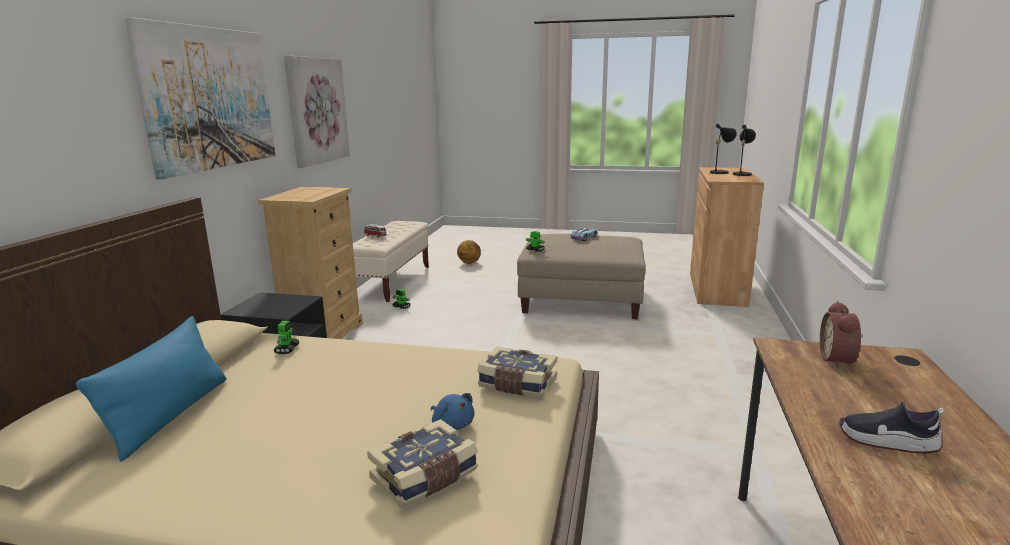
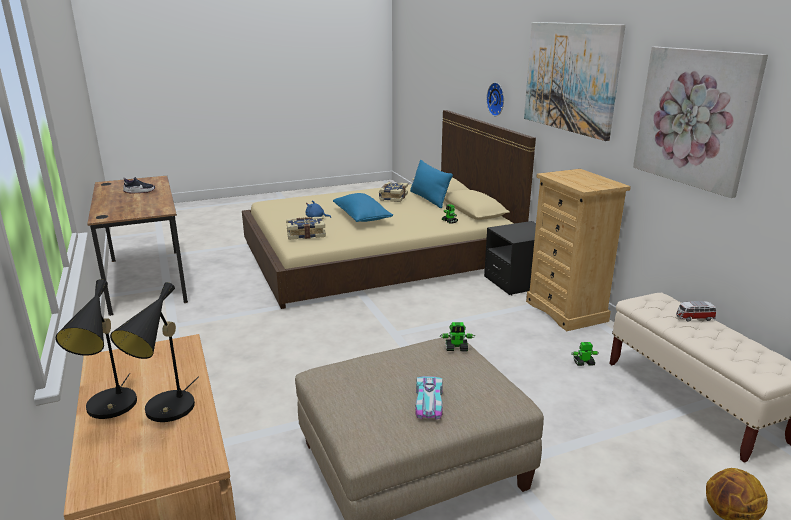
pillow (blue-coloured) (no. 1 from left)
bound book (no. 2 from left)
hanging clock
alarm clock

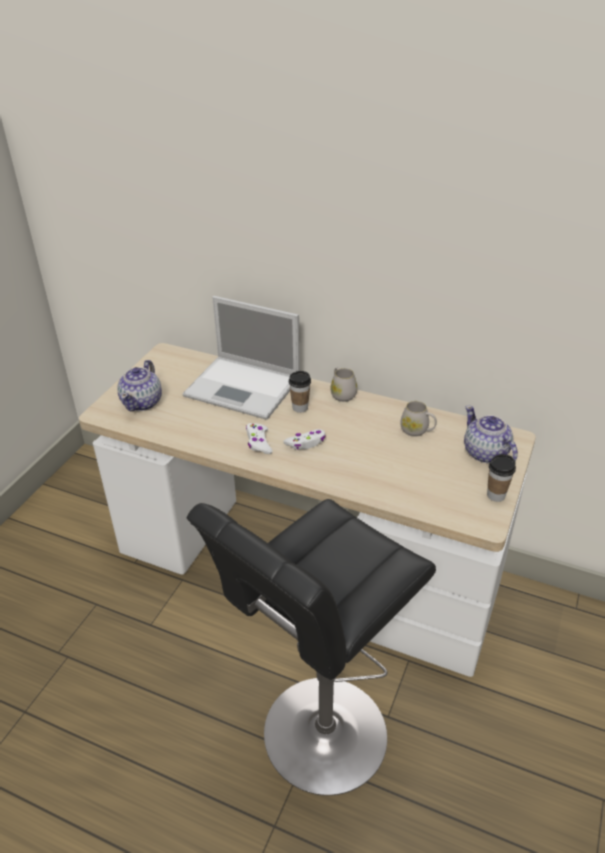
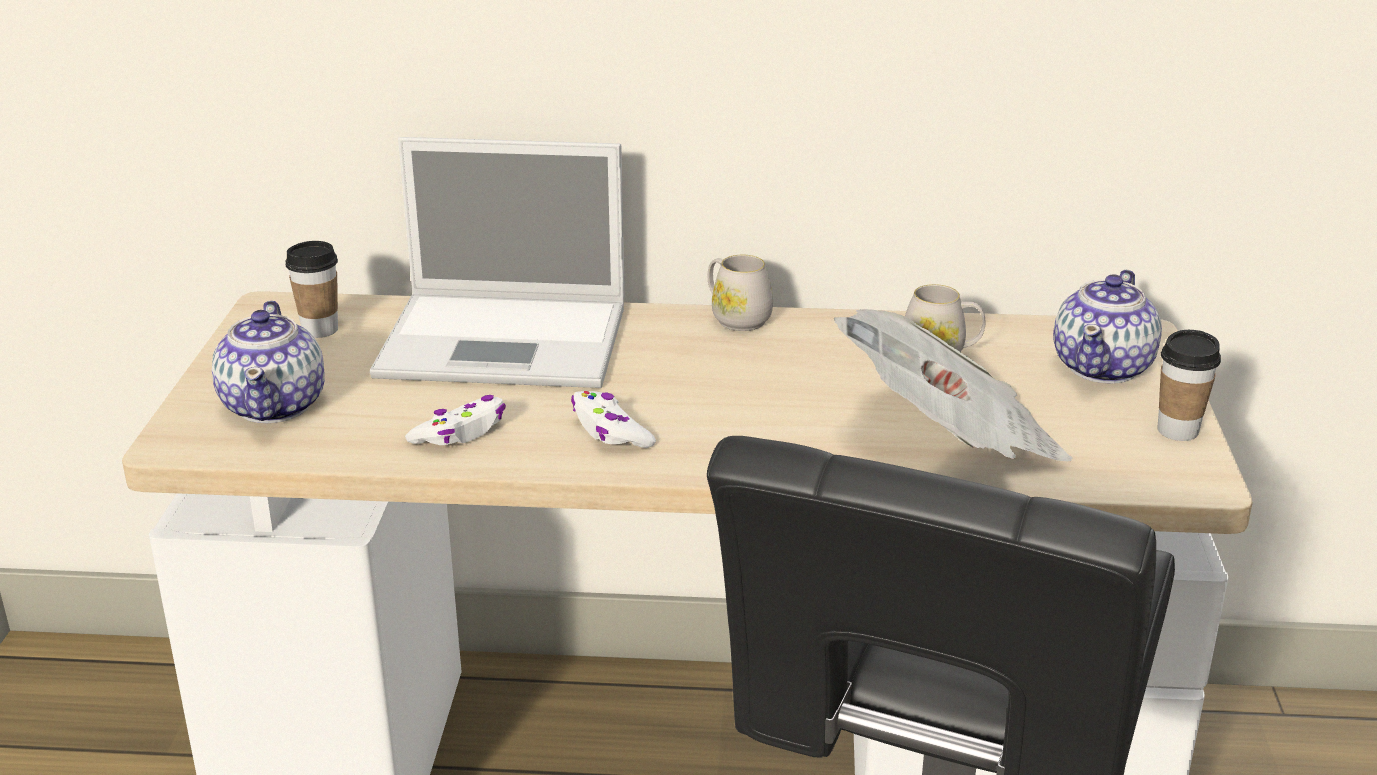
cup (no. 1 from left)
game controller (white) (no. 1 from left)
printed paper
tea pot (no. 2 from left)

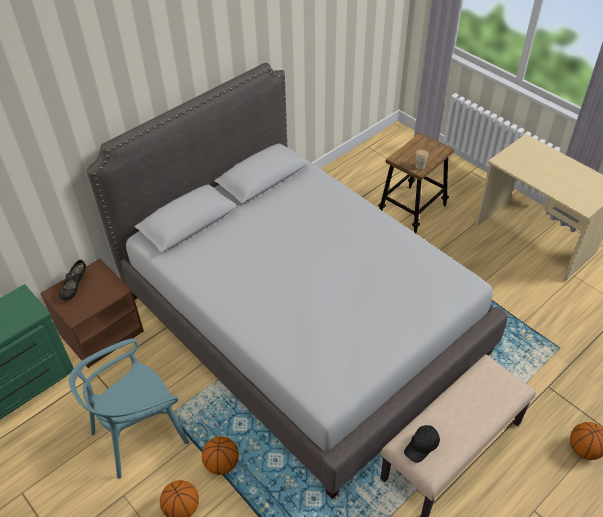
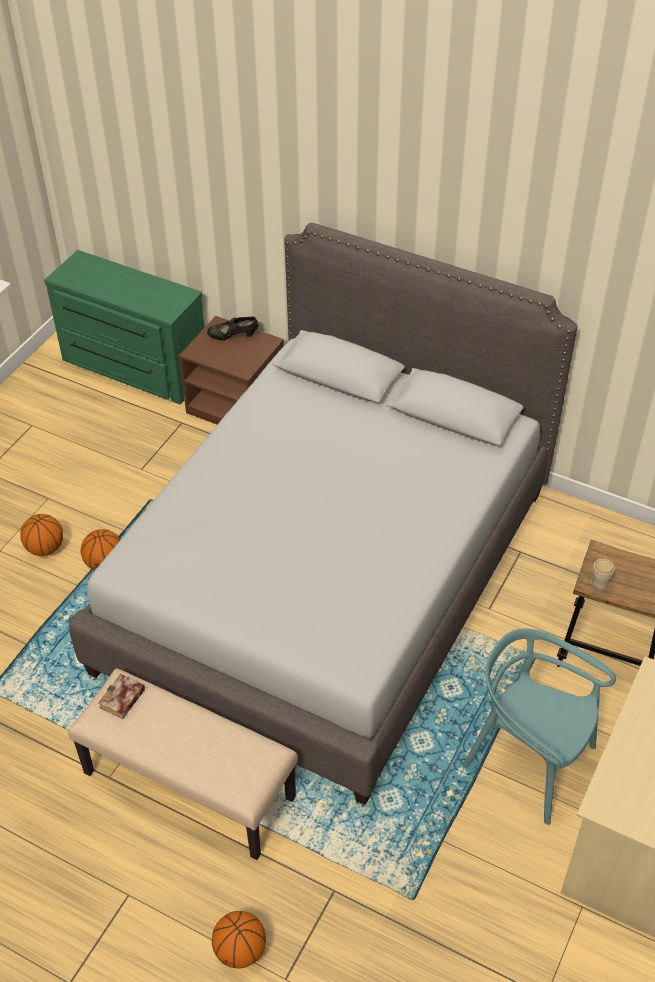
bound book
plain chair (turquoise)

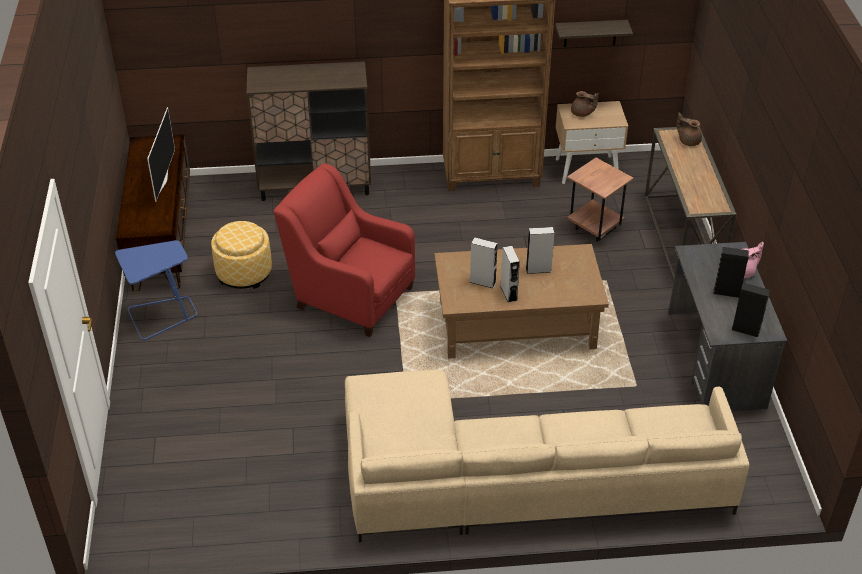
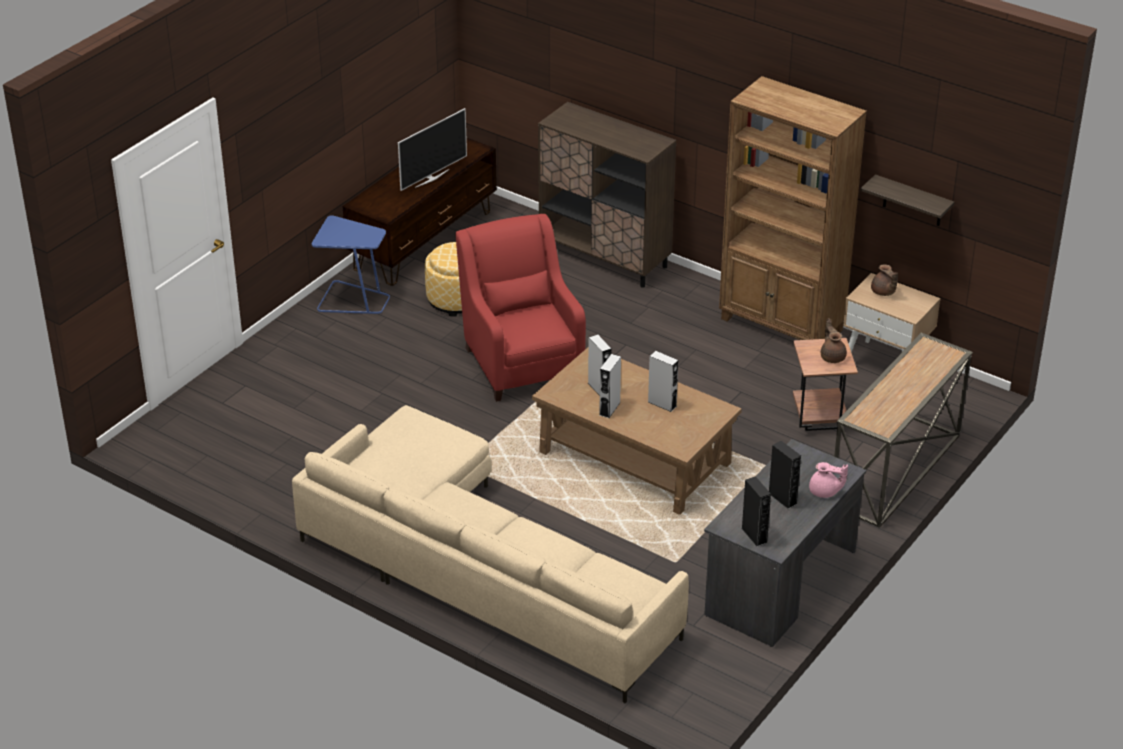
tea pot (brown-coloured) (no. 1 from left)

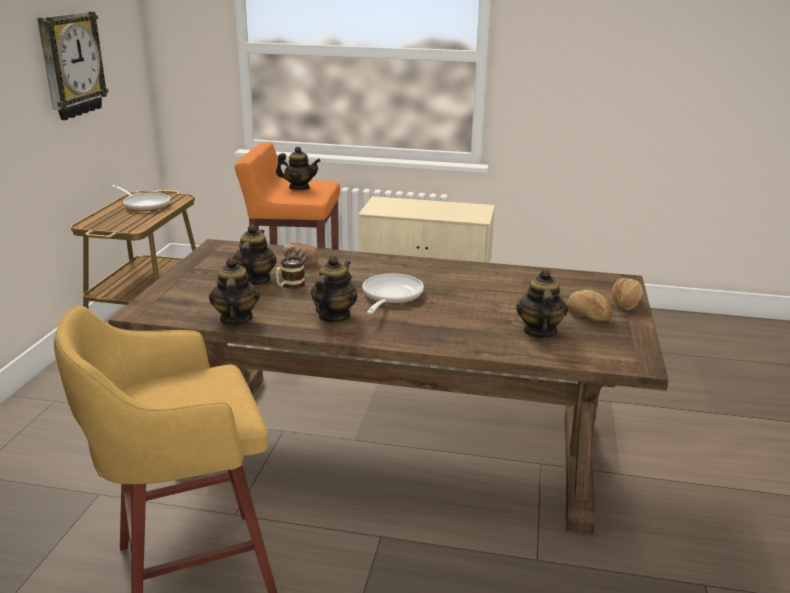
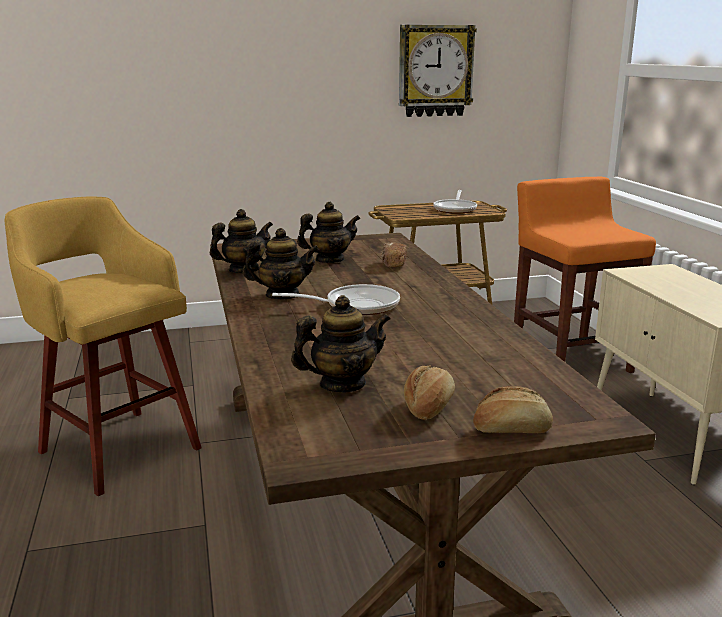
tea mug
tea pot (no. 3 from left in the first image)

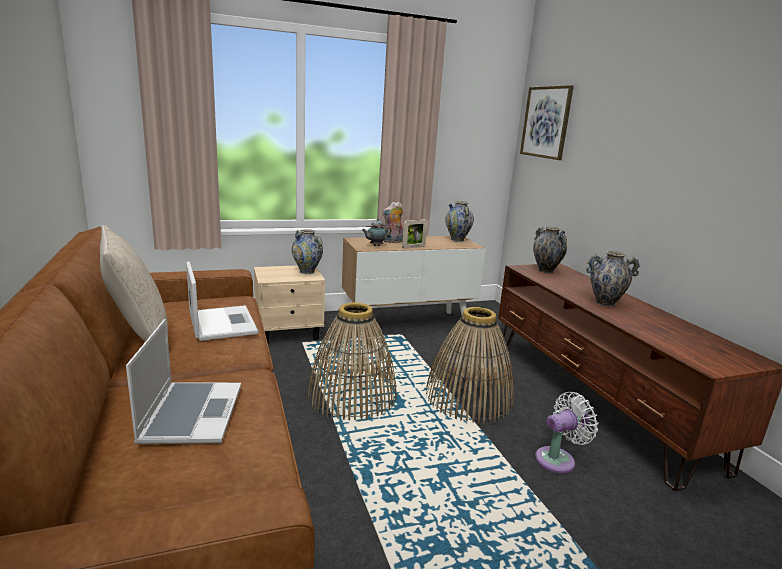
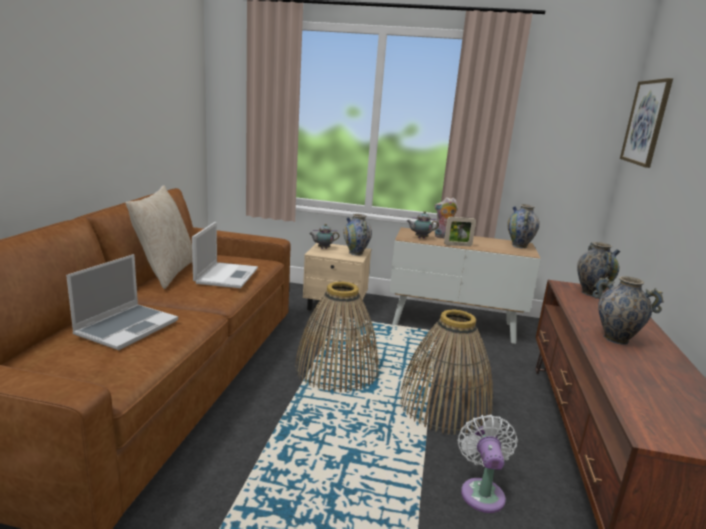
tea pot (no. 1 from left)
electric fan (white)

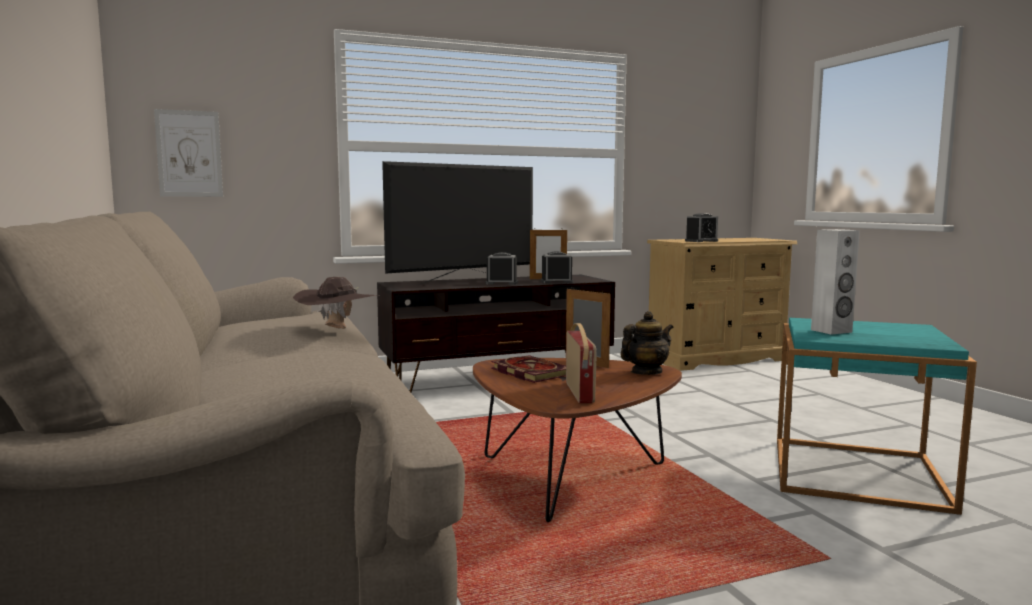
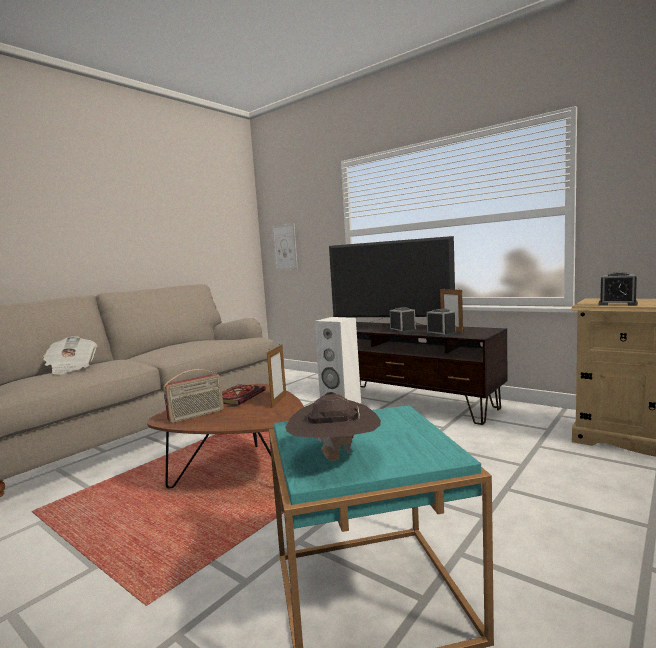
printed paper
hat (brown-coloured)
tea pot

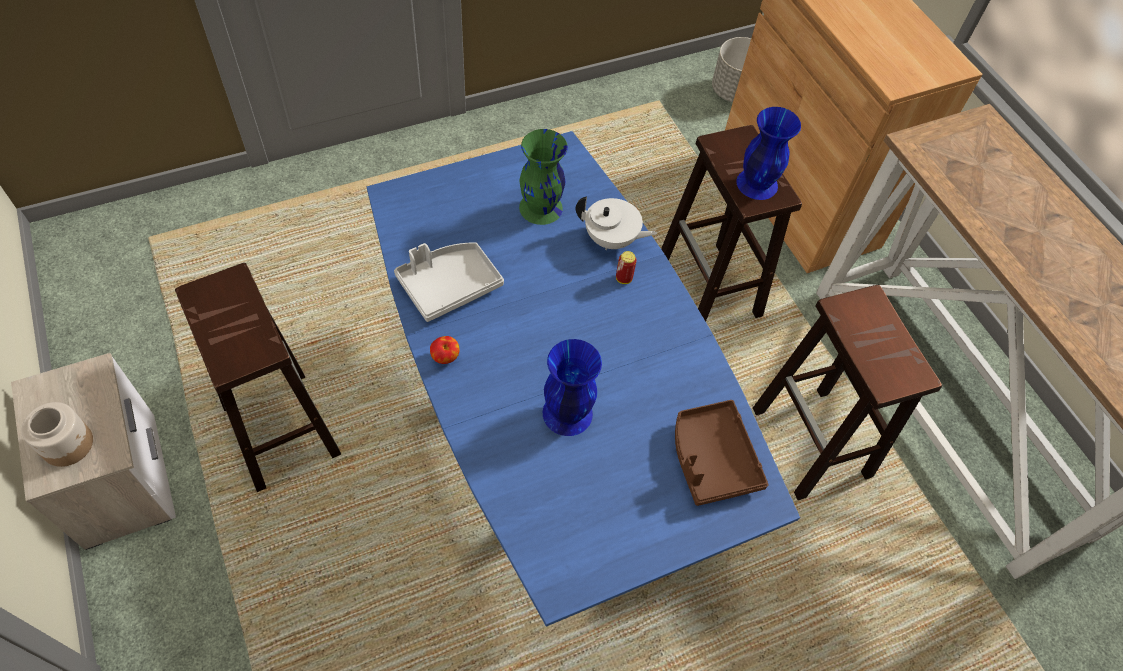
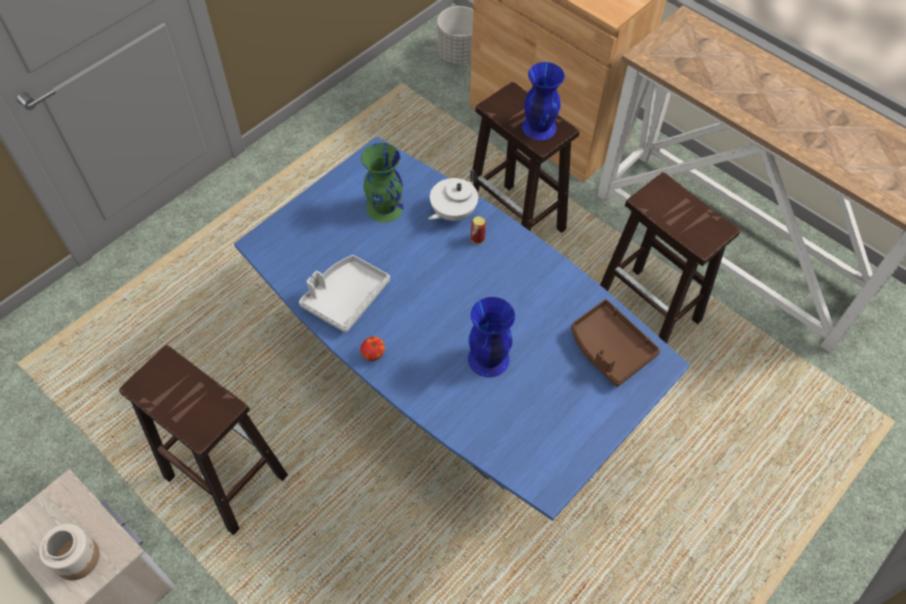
tea pot (white)

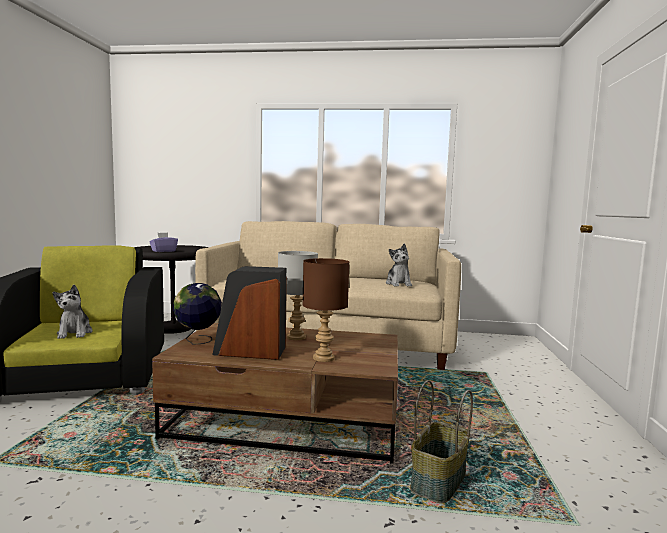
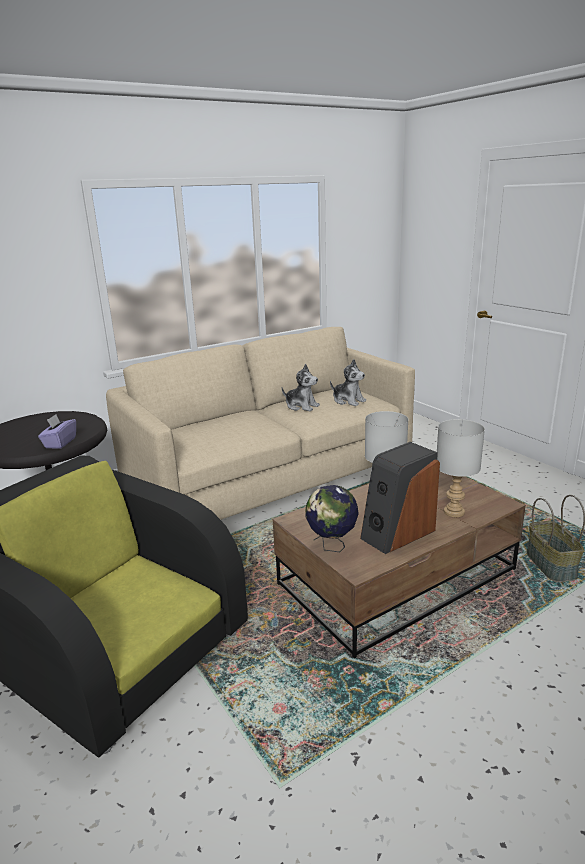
soft toy (no. 1 from left)
lamp for a table (grey) (no. 2 from left)

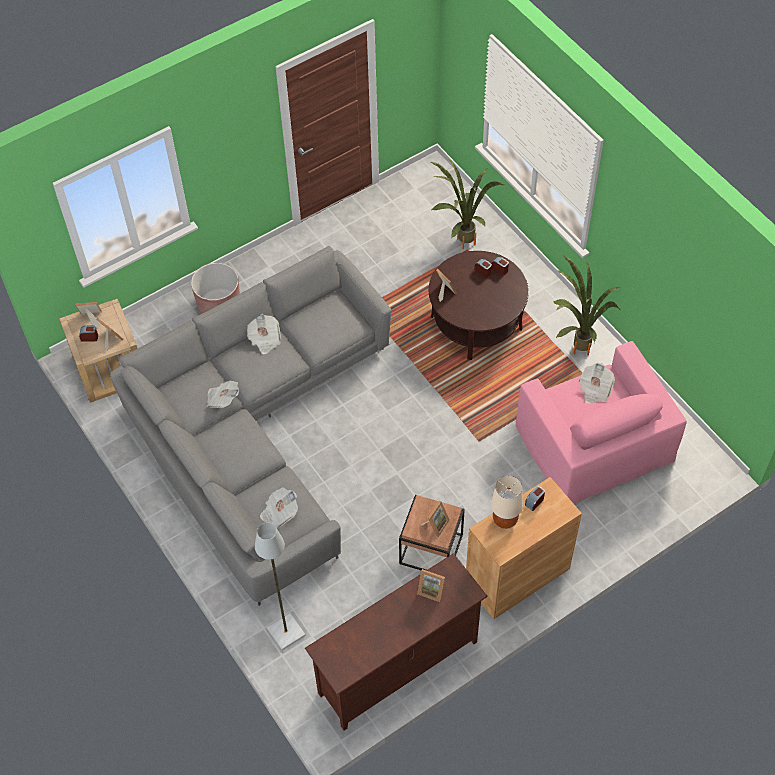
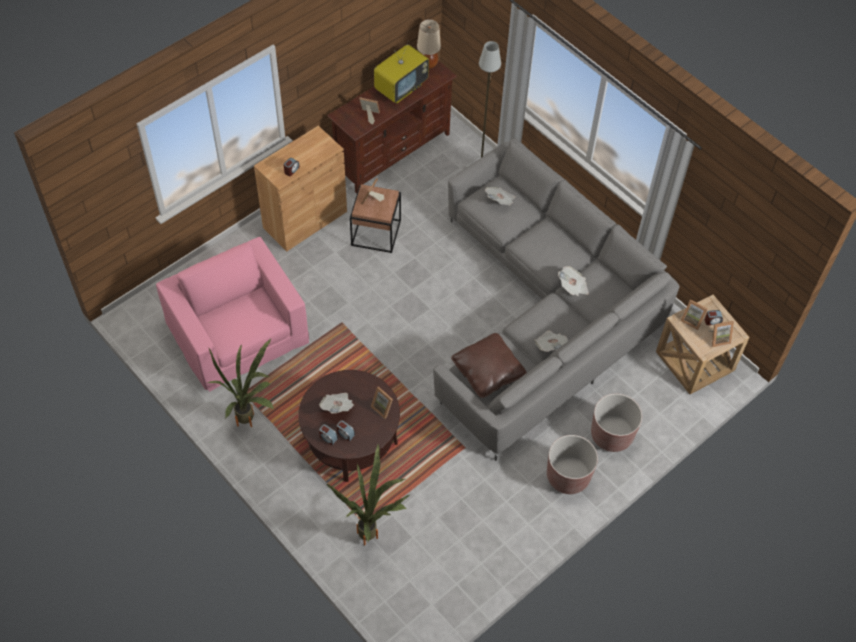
printed paper (no. 1 from left)
TV
lamp for a table (beige-coloured)
pillow (brown-coloured)
plant pot (brown-coloured) (no. 1 from left)

